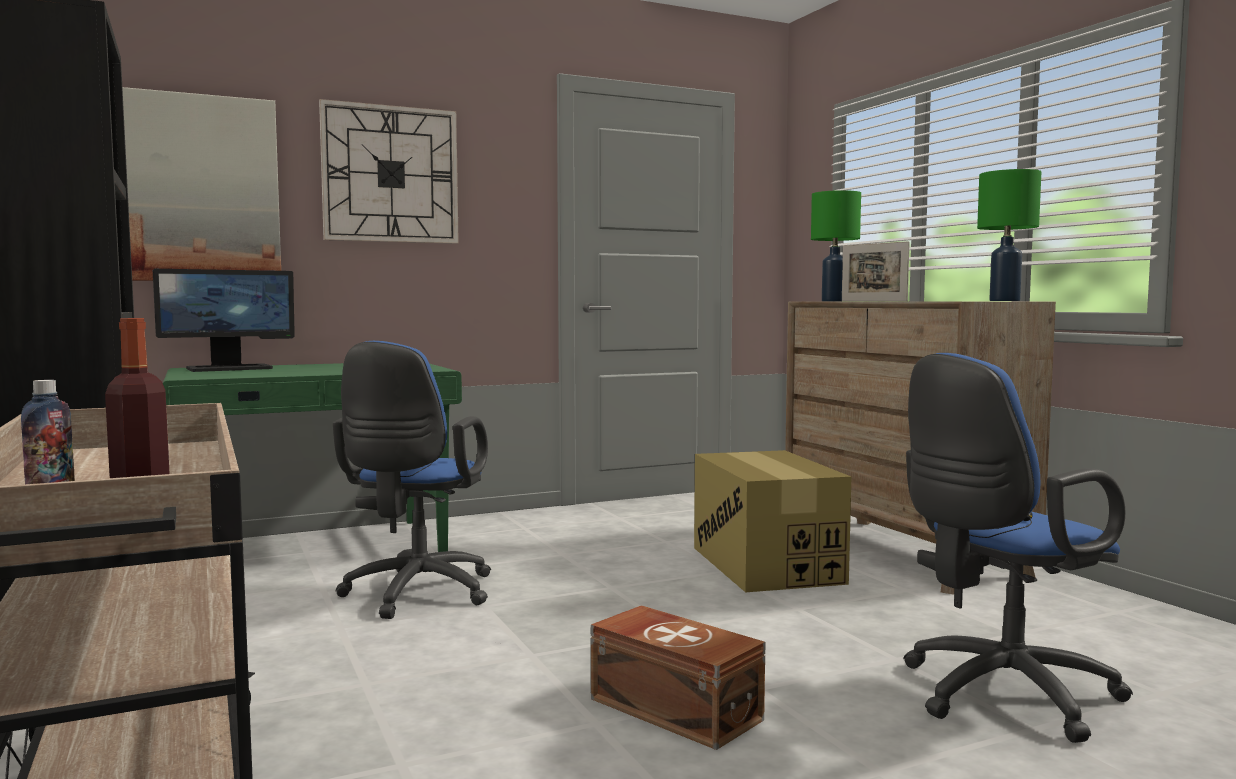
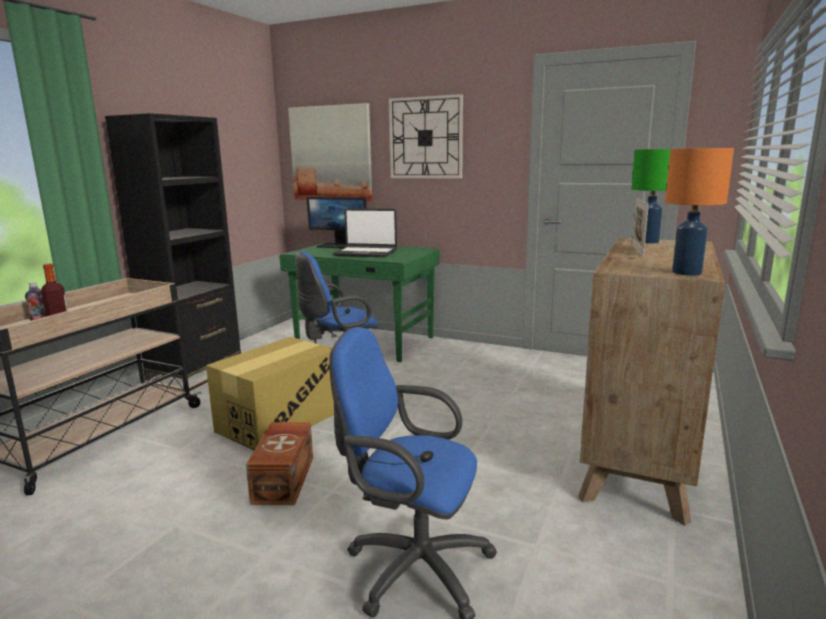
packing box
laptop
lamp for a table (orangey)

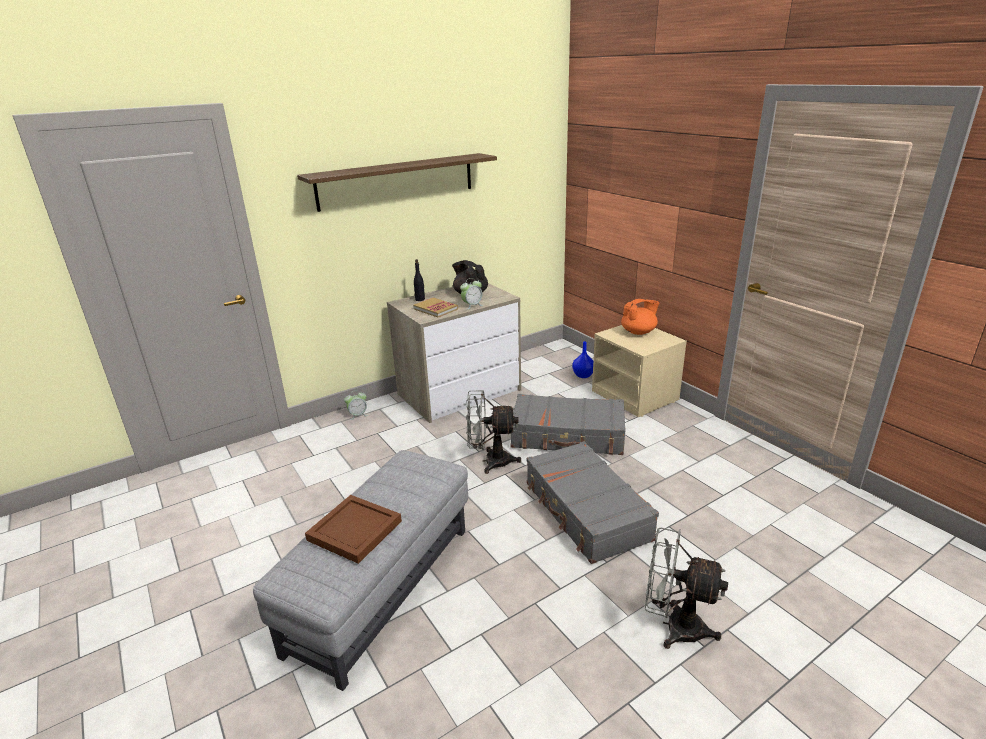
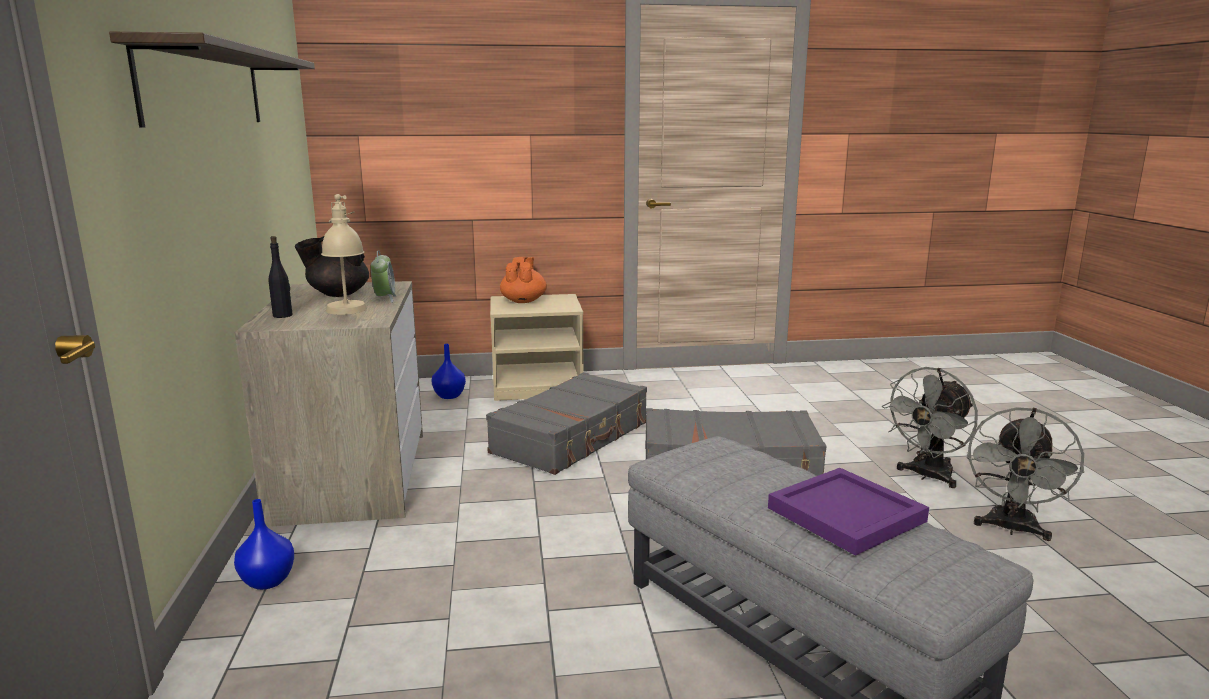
vase (blue-coloured) (no. 1 from left)
lamp for a table (beige-coloured)
tray (purple-coloured)
electric fan (grey) (no. 2 from left)

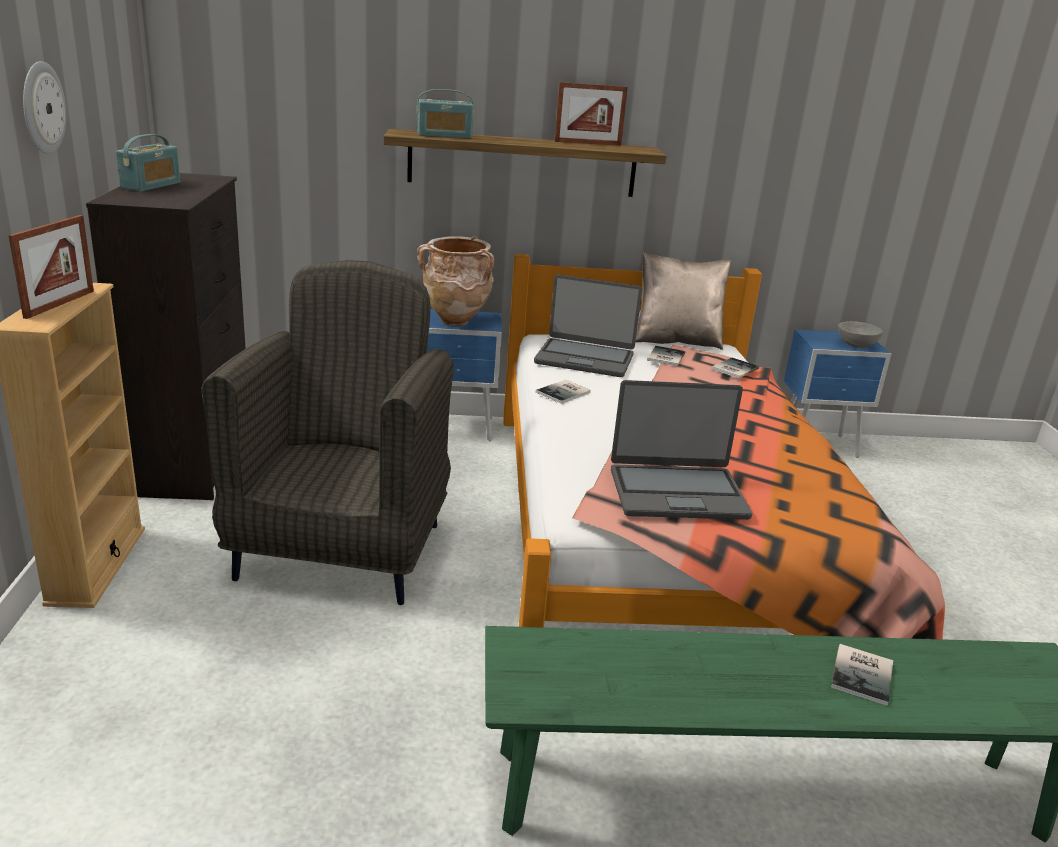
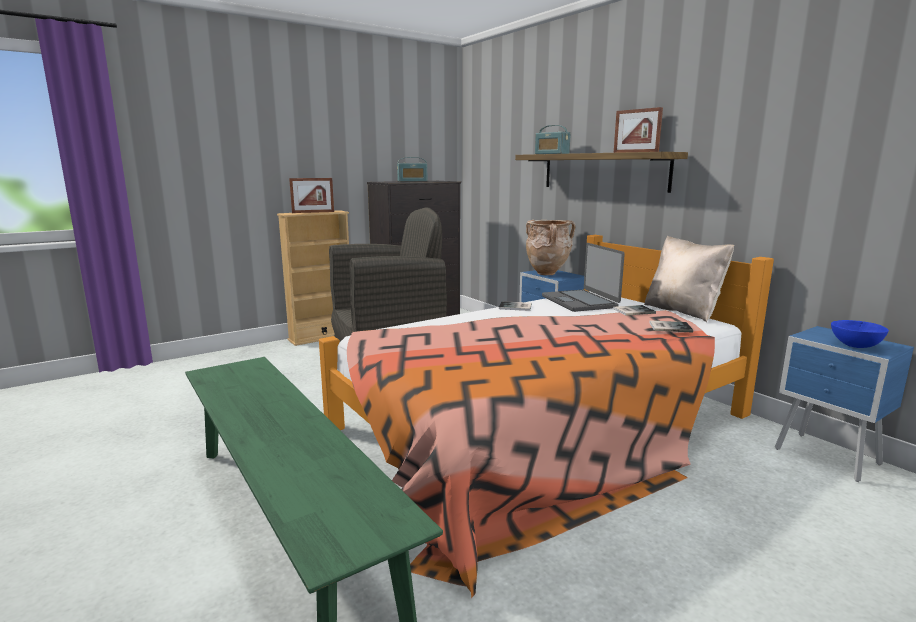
bowl (blue-coloured)
hanging clock
laptop (no. 2 from left in the first image)
bound book (no. 4 from left in the first image)

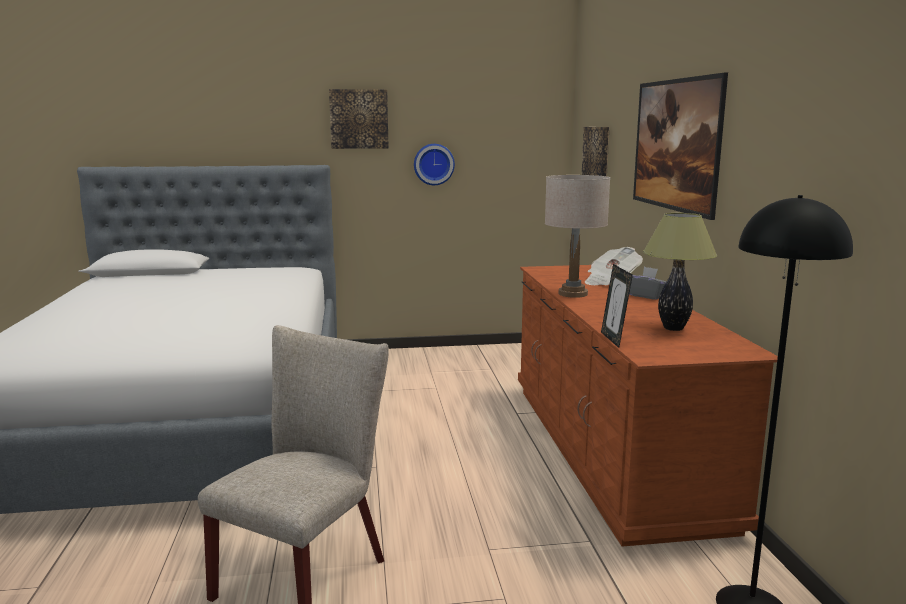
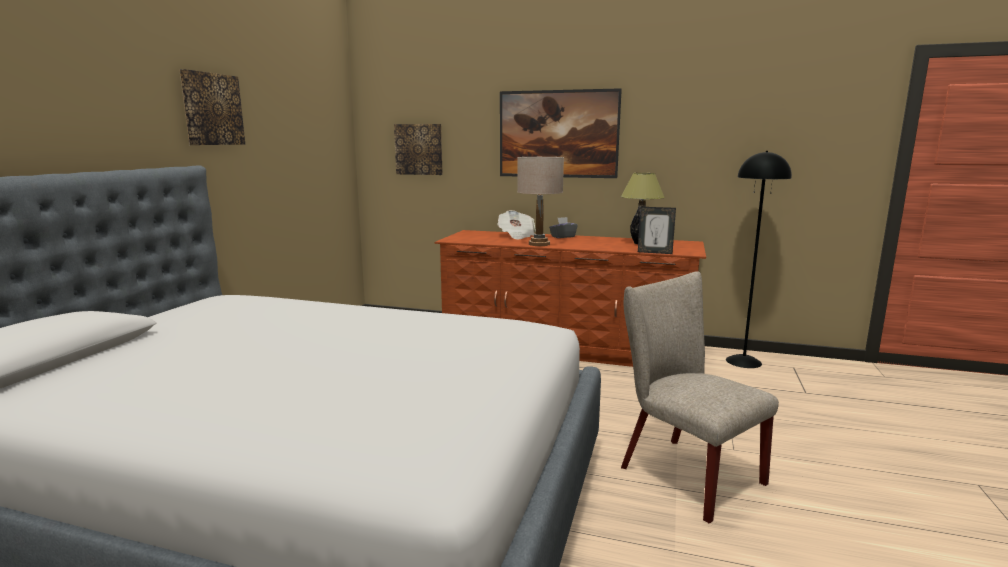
hanging clock

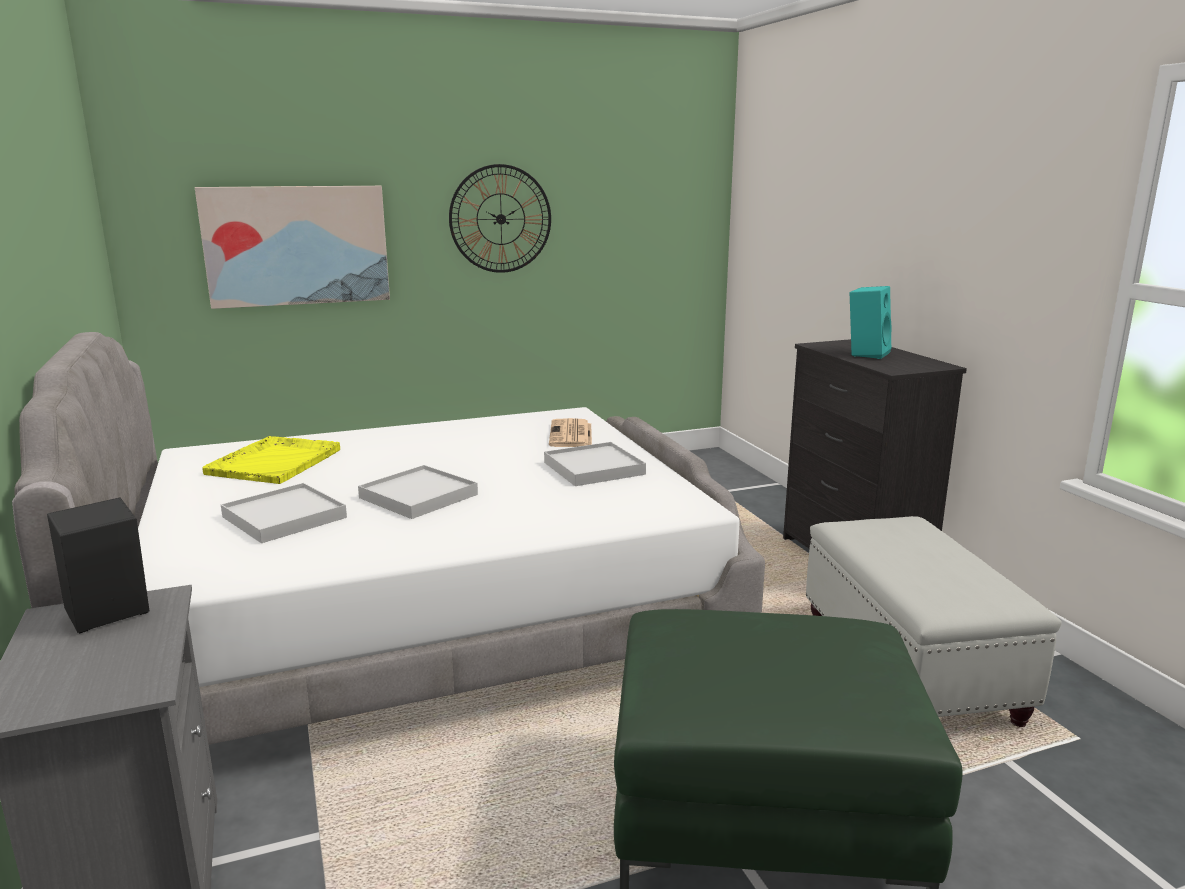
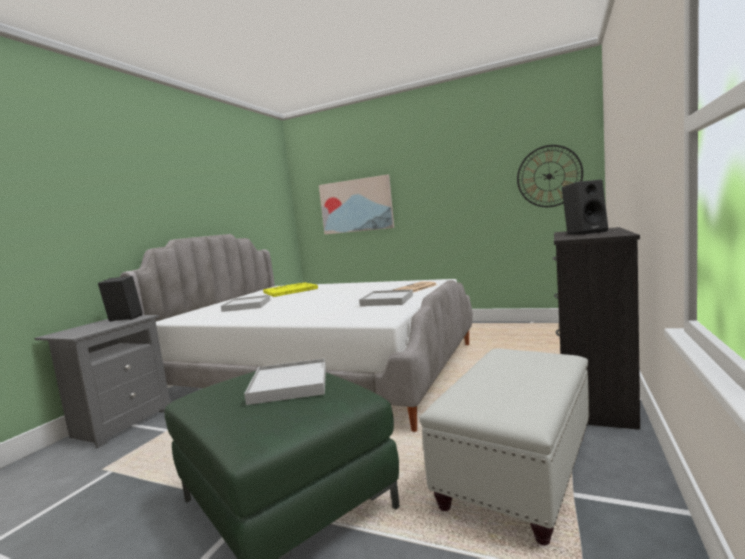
tray (white) (no. 2 from left)
hanging clock
loudspeaker (black) (no. 2 from left)

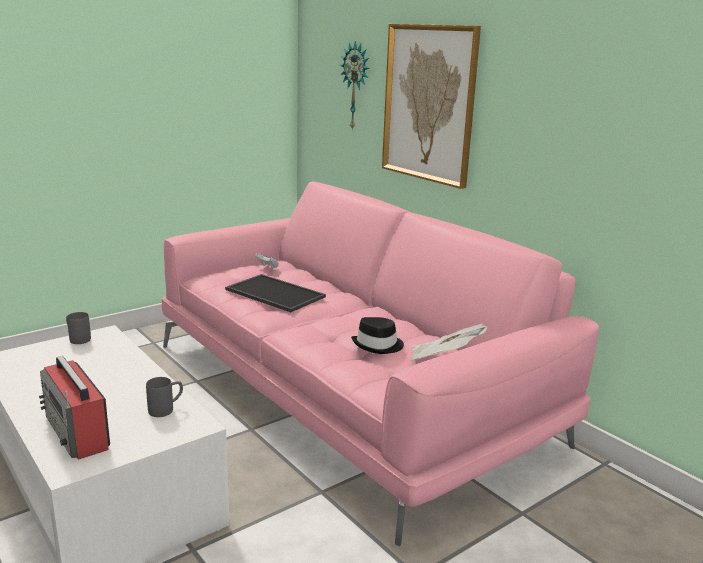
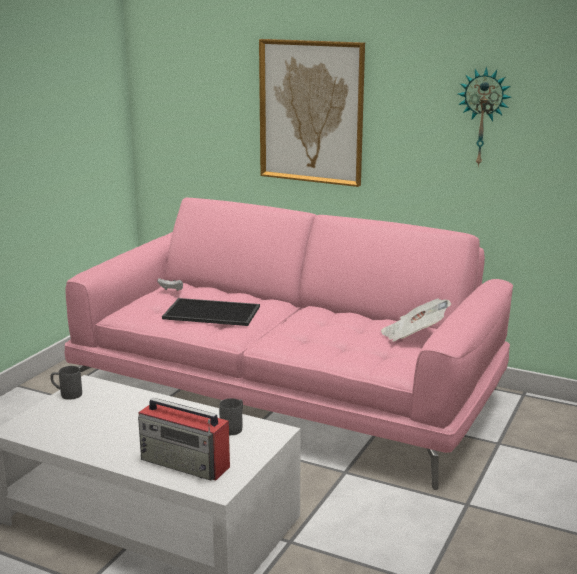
hanging clock
hat (black)

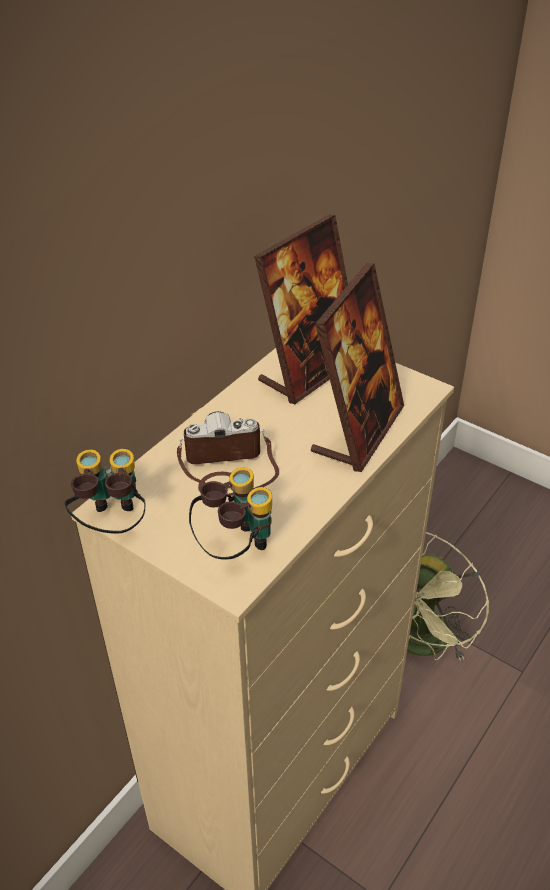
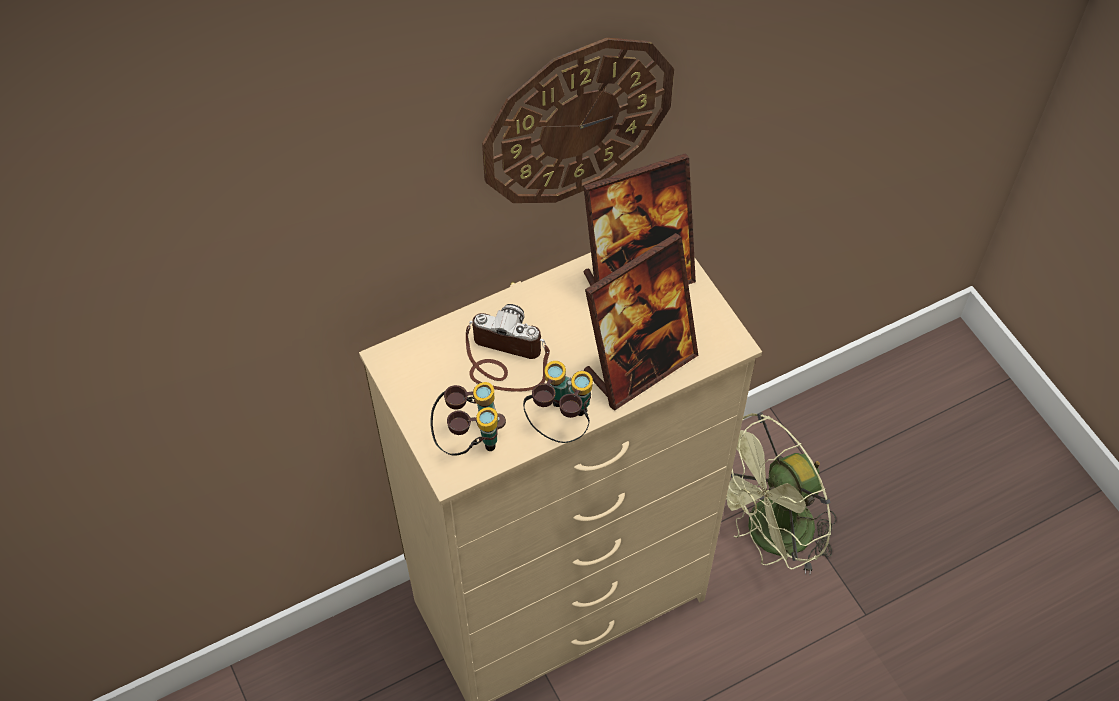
hanging clock
binoculars (no. 2 from left)

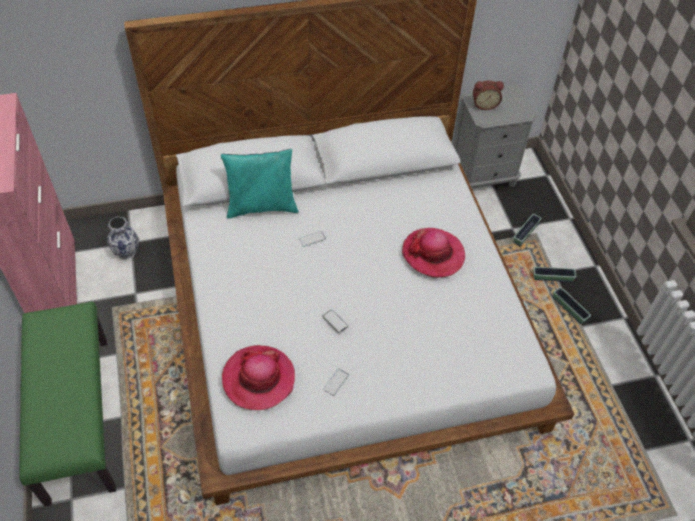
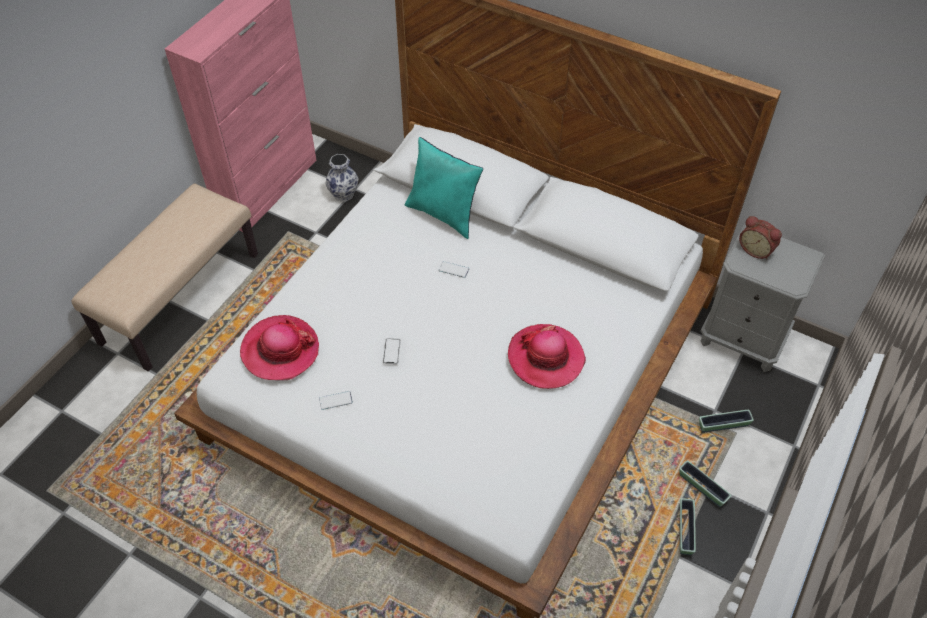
indoor bench (beige-coloured)

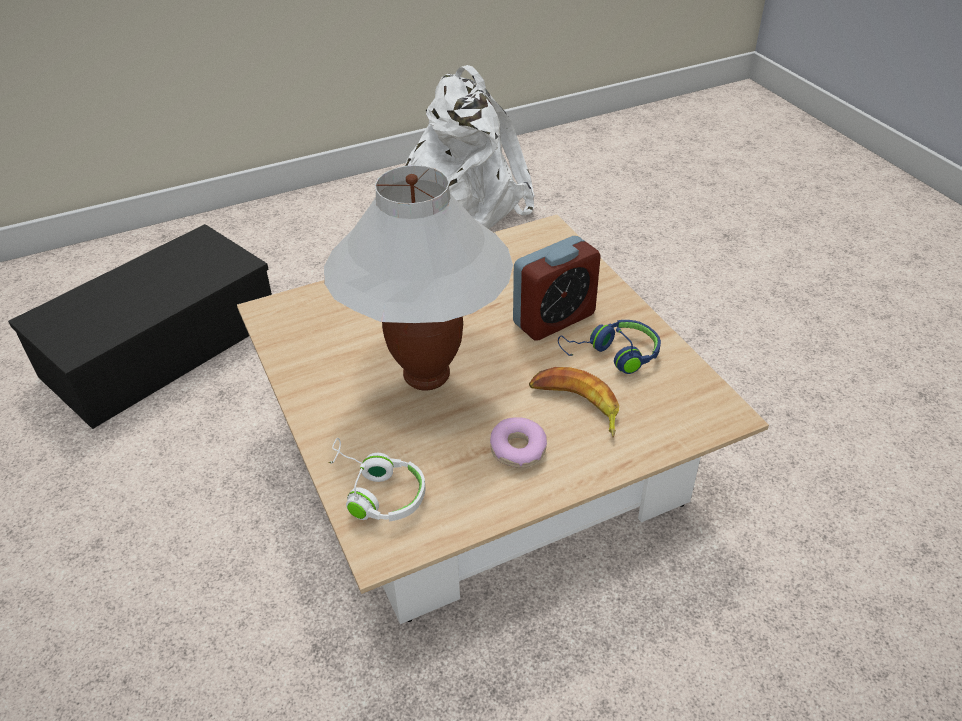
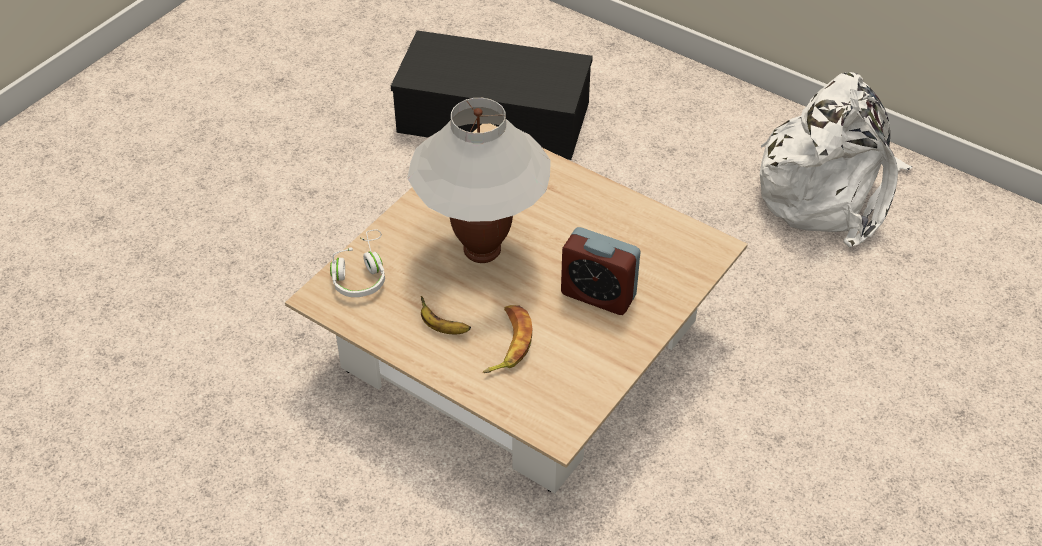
banana (no. 1 from left)
pair of headphones (blue-coloured)

